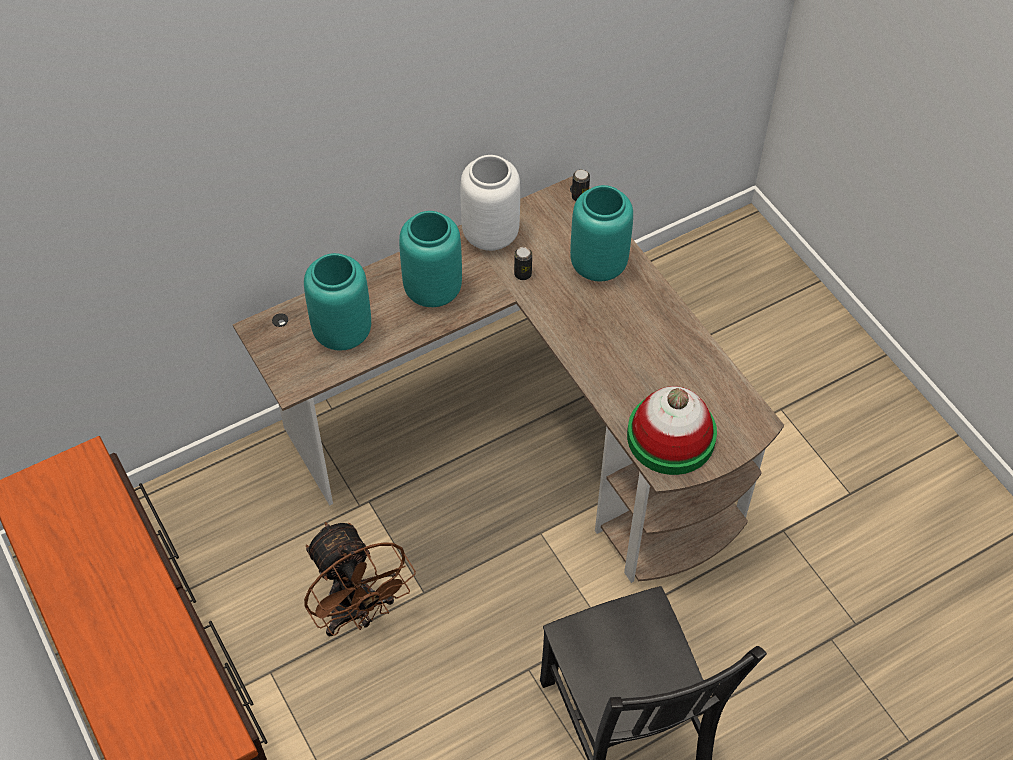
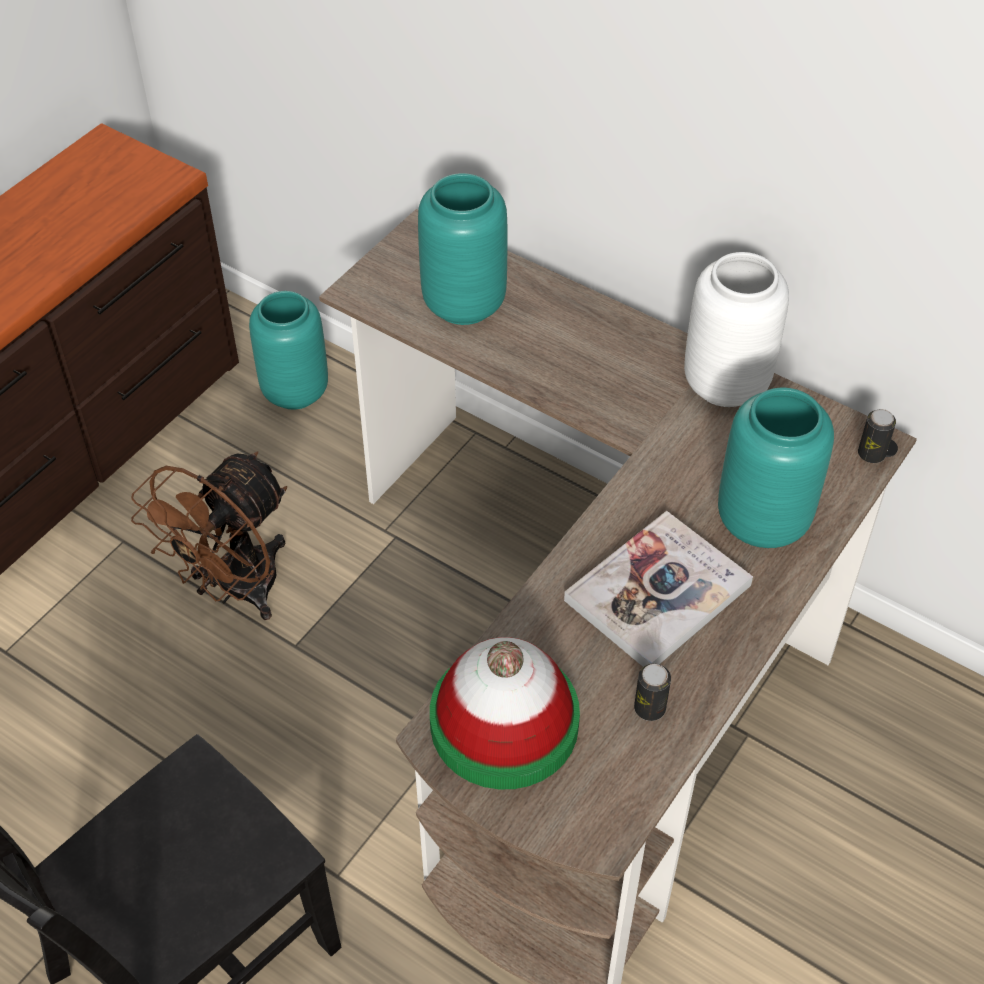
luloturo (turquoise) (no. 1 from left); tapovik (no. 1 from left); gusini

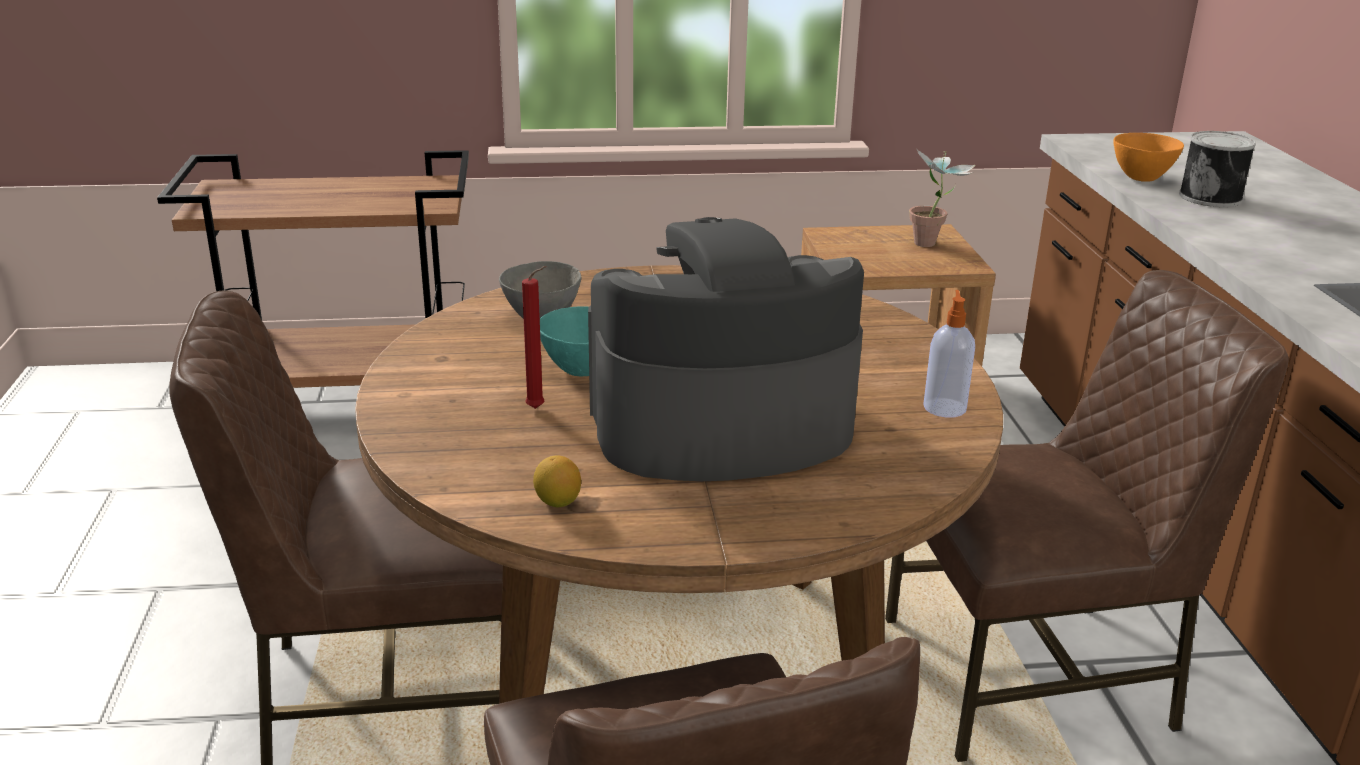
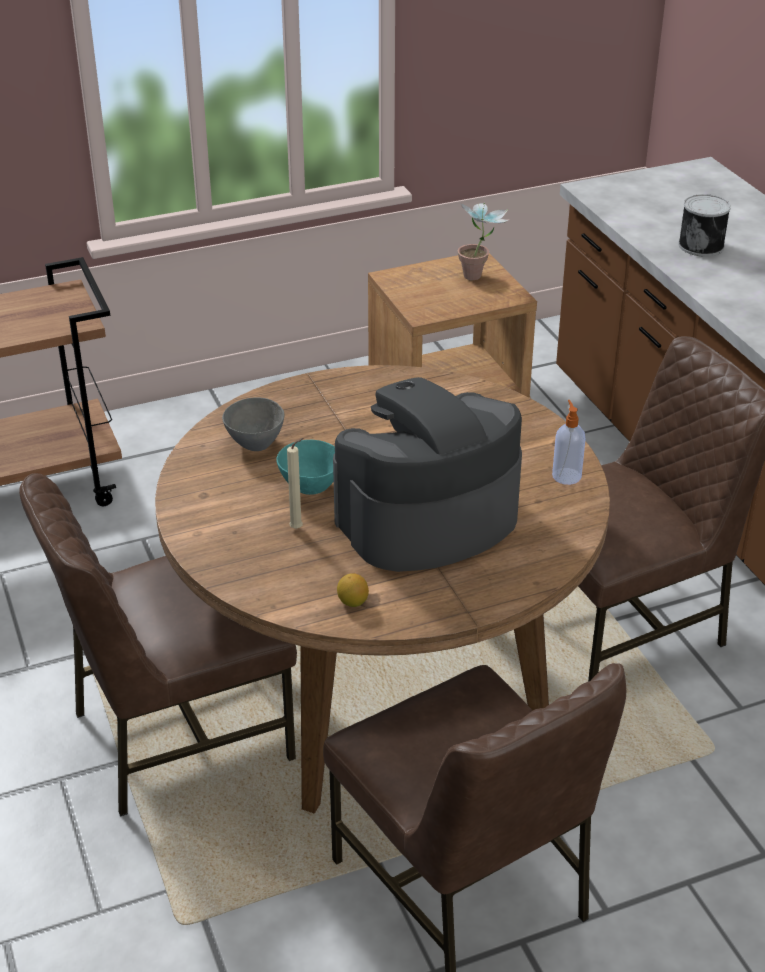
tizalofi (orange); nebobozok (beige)

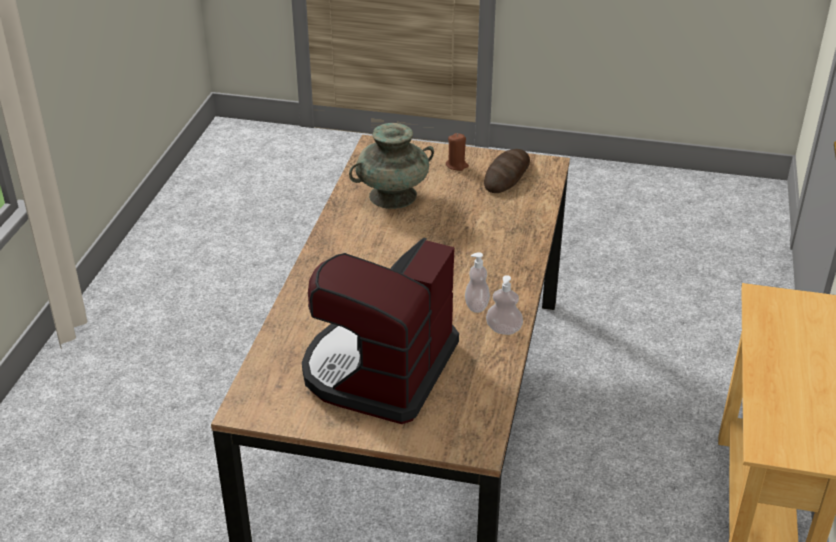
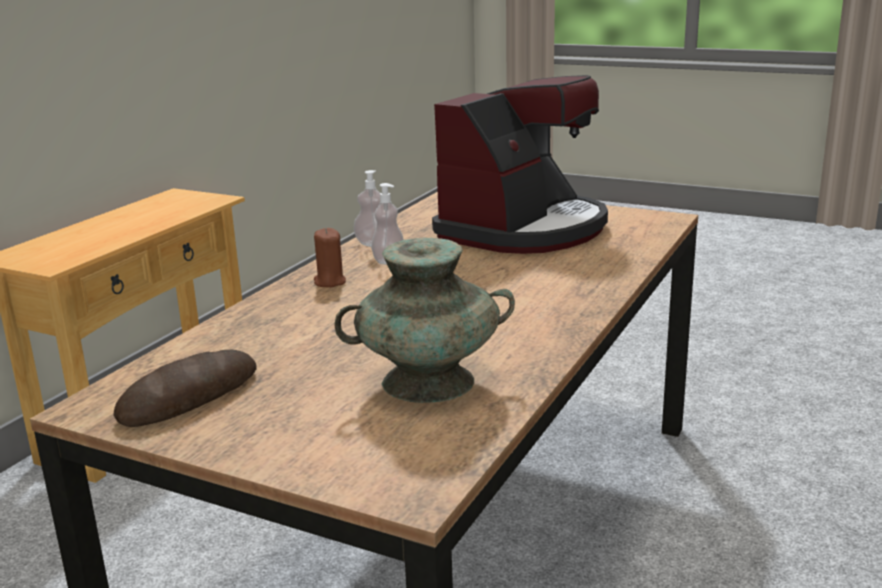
nebobozok (brown)

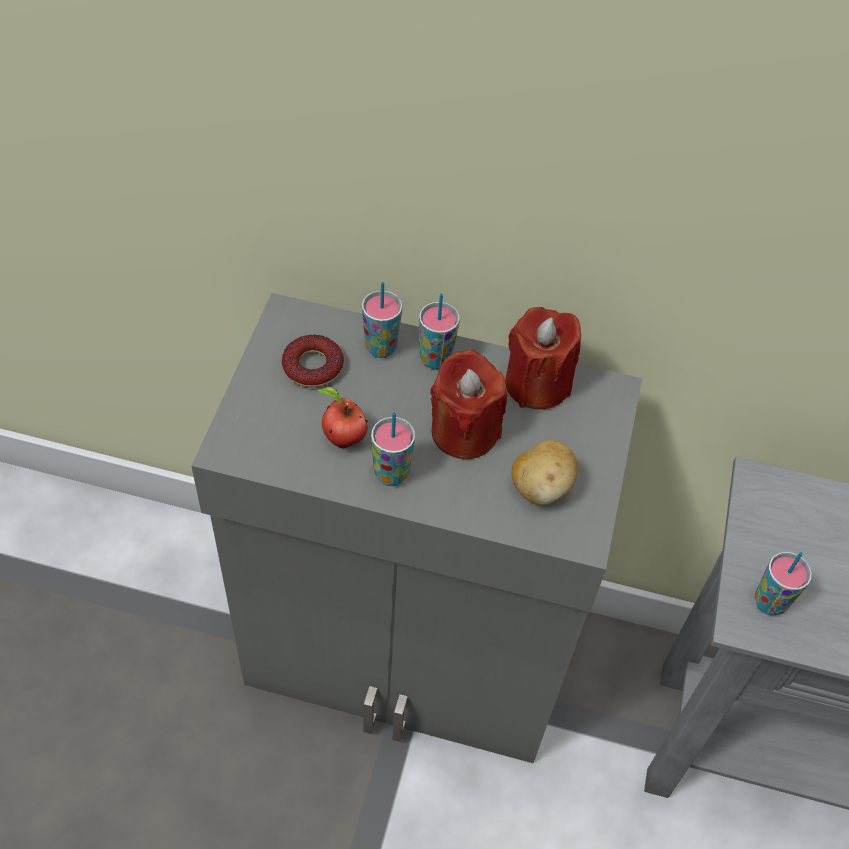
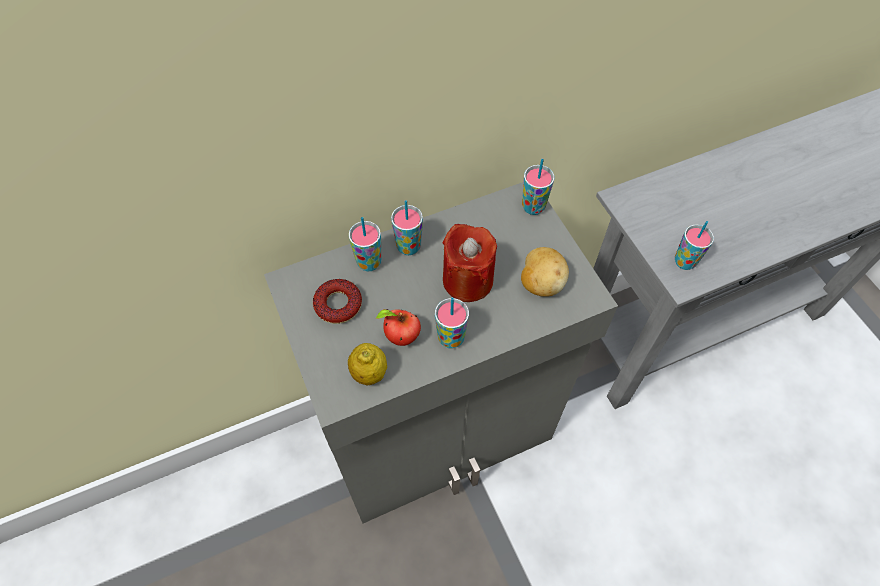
nebobozok (red) (no. 2 from left in the first image); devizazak (no. 4 from left); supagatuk

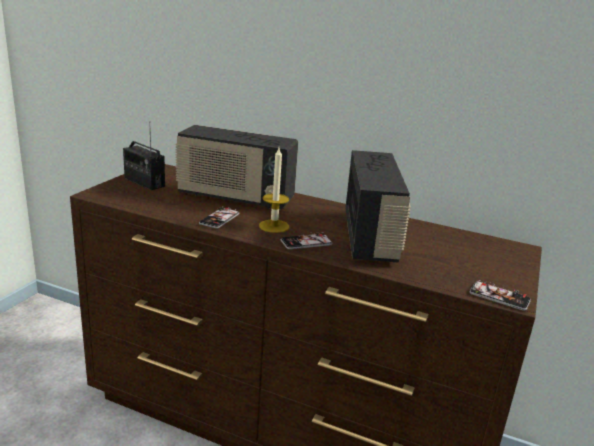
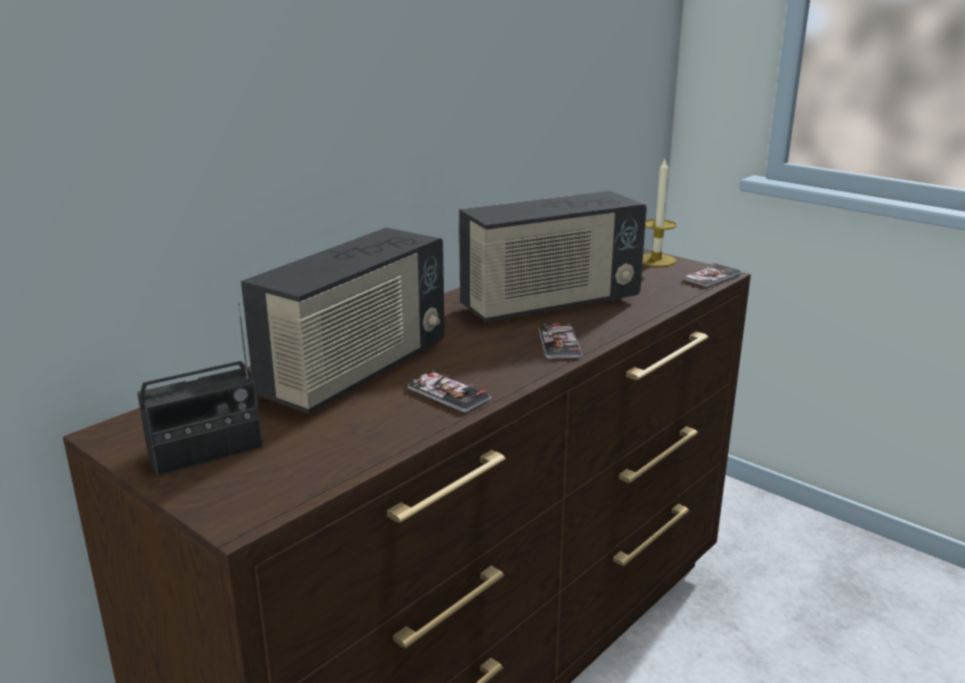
nebobozok; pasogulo (no. 3 from left)

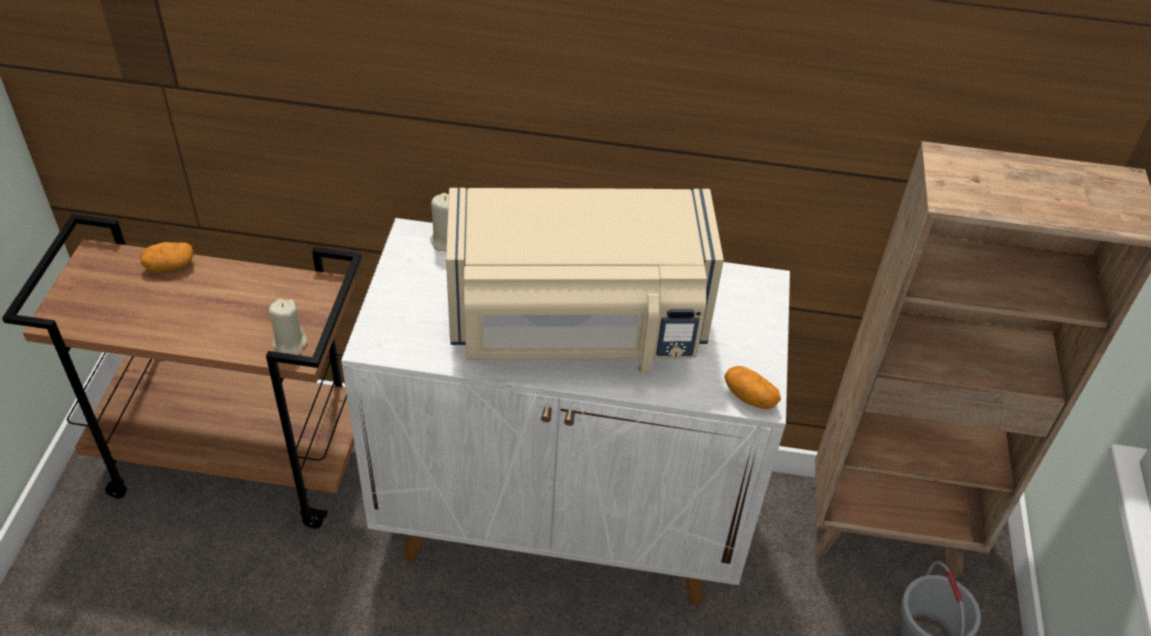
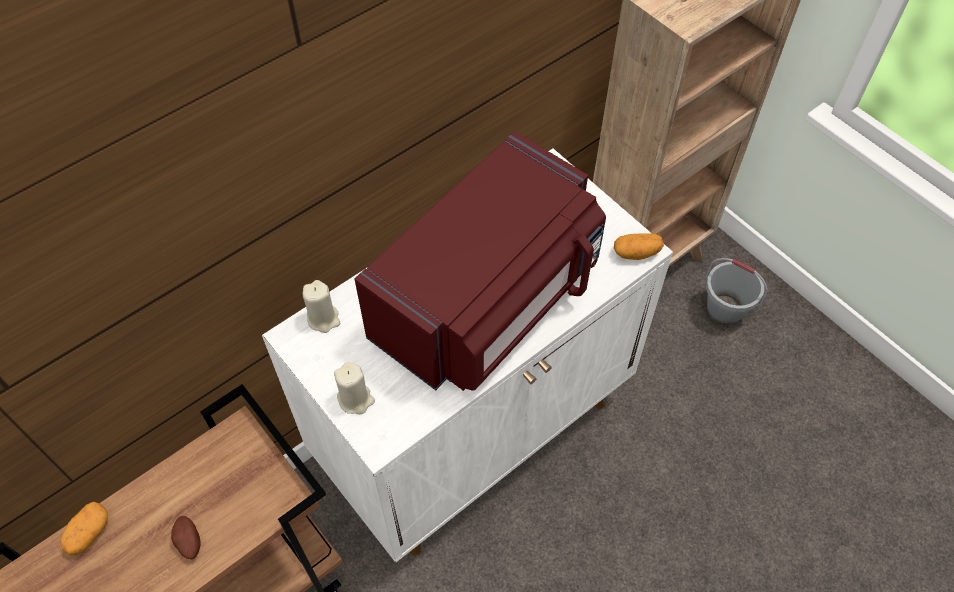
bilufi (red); nebobozok (beige) (no. 2 from left); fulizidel (no. 2 from left)

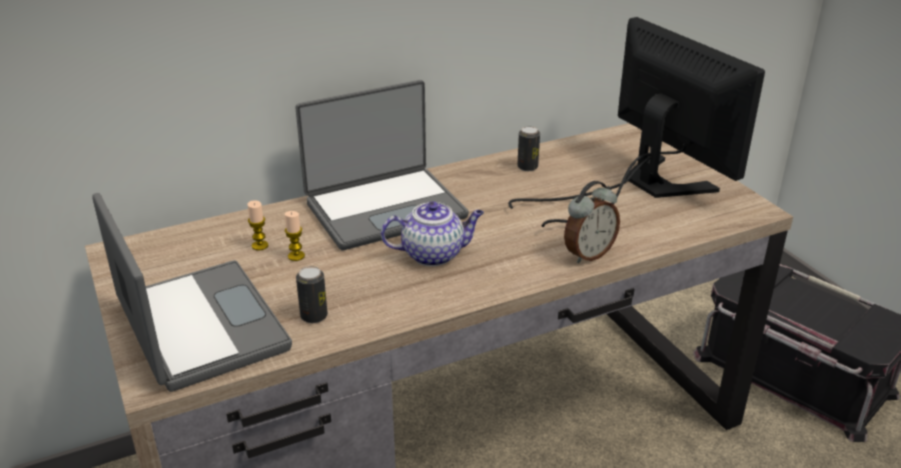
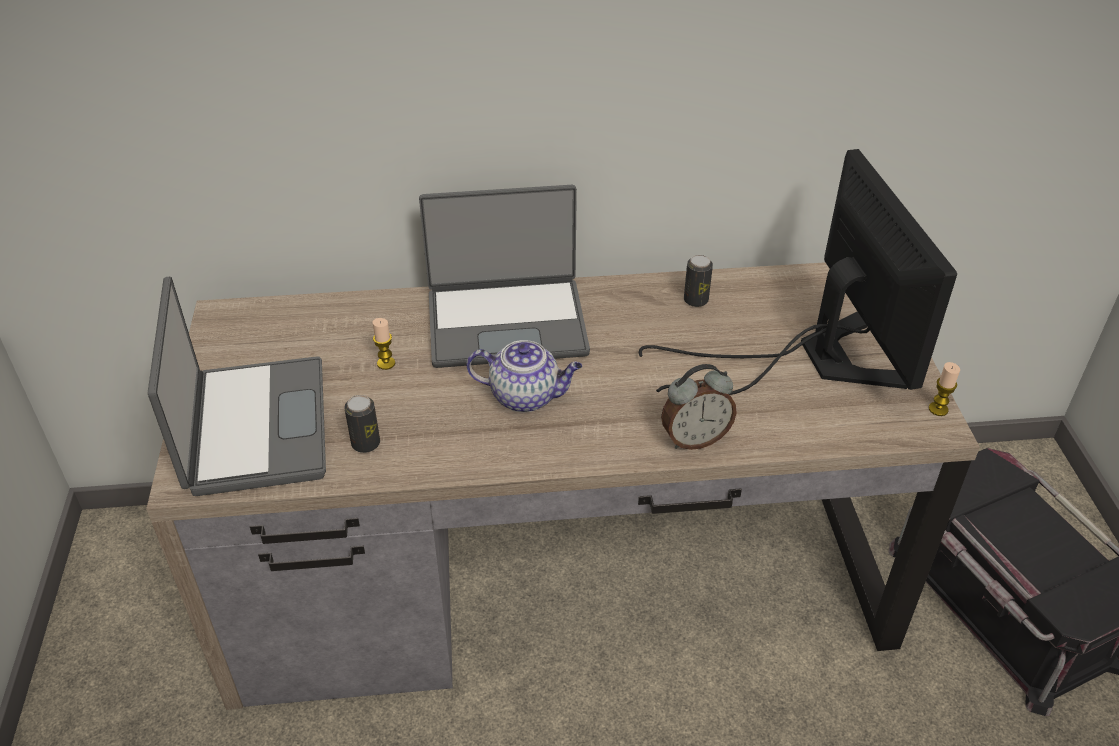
nebobozok (no. 2 from left)

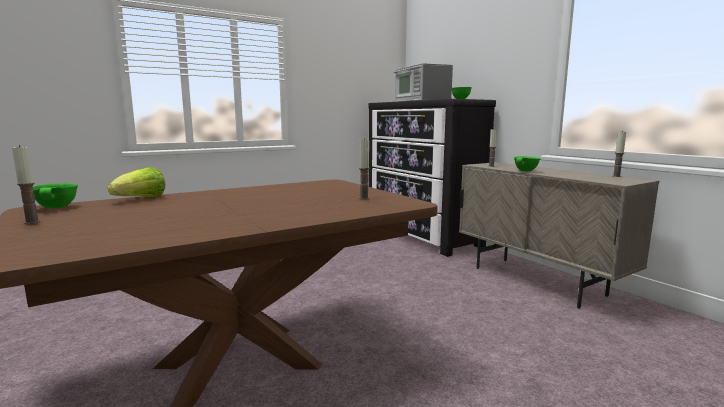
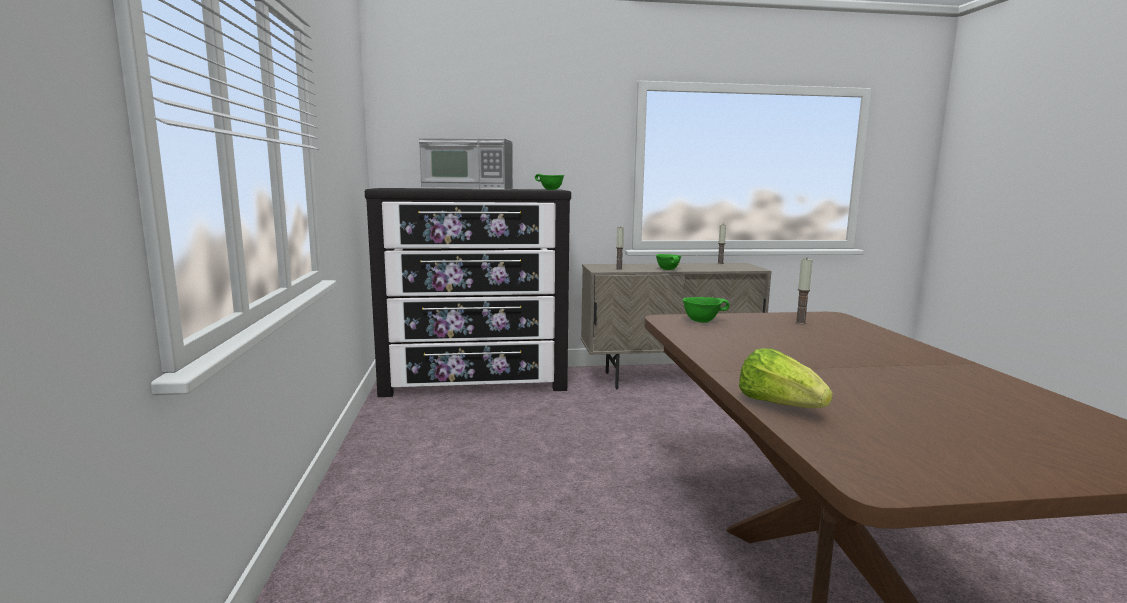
nebobozok (no. 1 from left in the first image); tizalofi (green) (no. 3 from left)

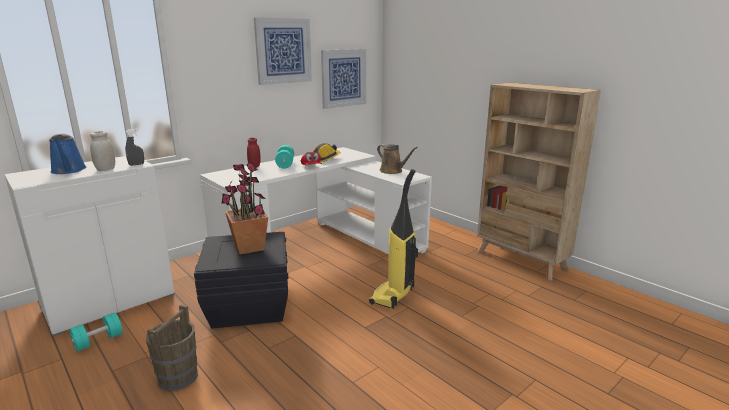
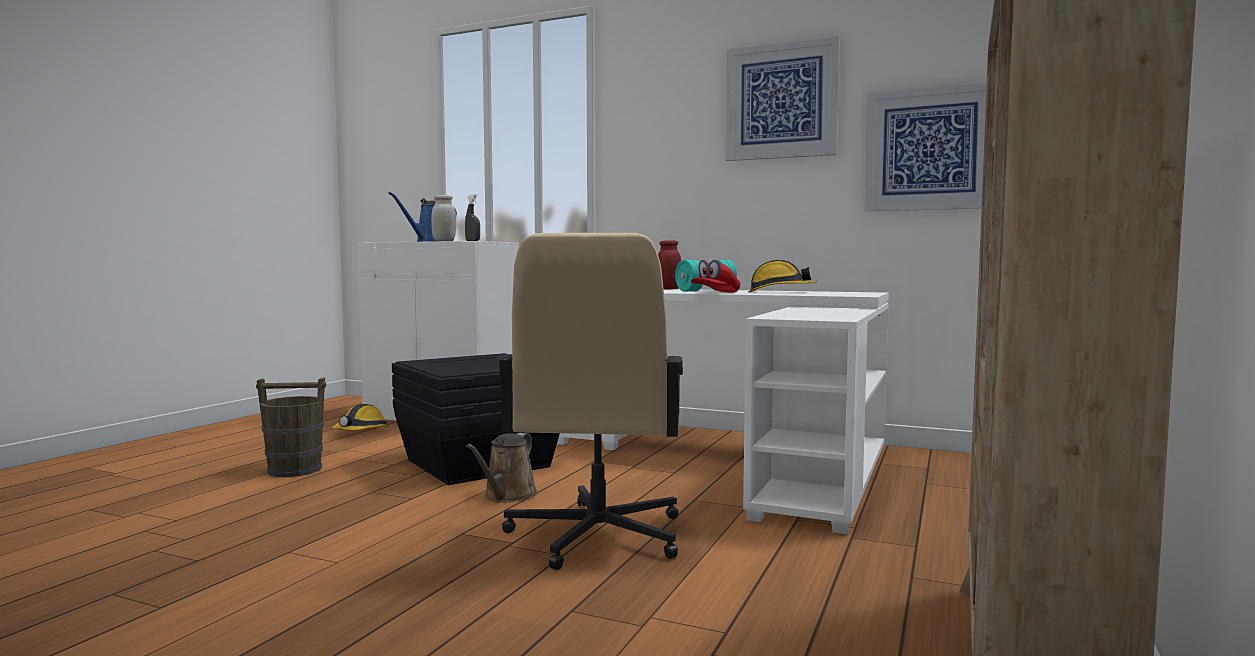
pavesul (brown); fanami; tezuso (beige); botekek (no. 1 from left)

